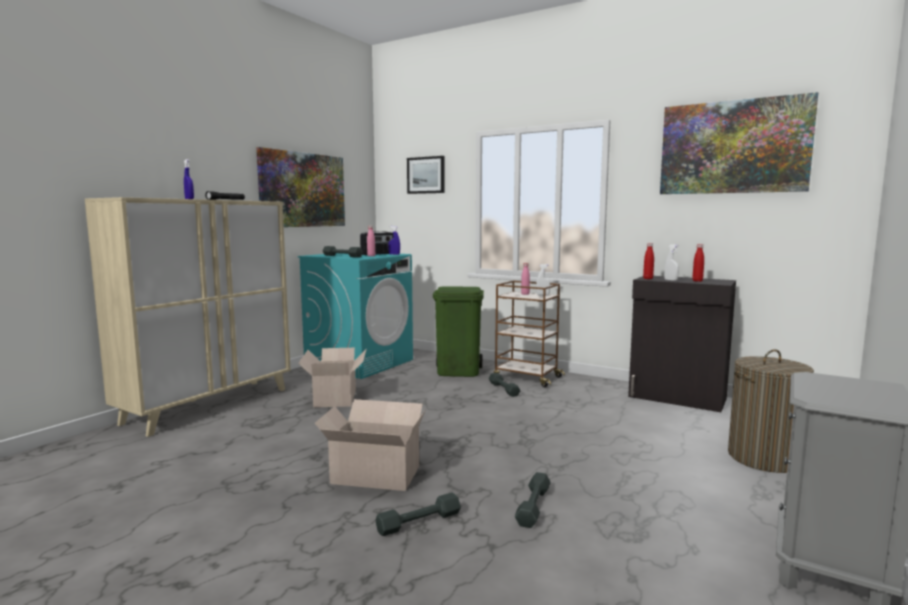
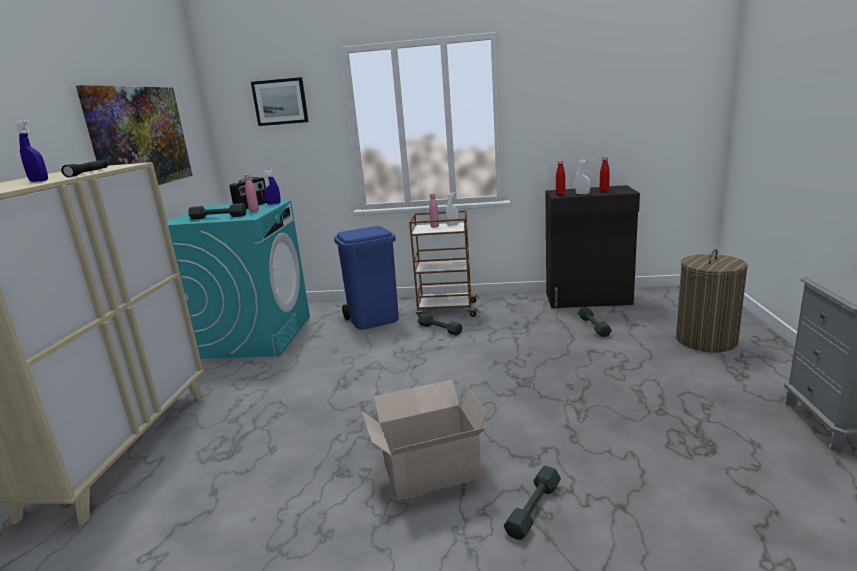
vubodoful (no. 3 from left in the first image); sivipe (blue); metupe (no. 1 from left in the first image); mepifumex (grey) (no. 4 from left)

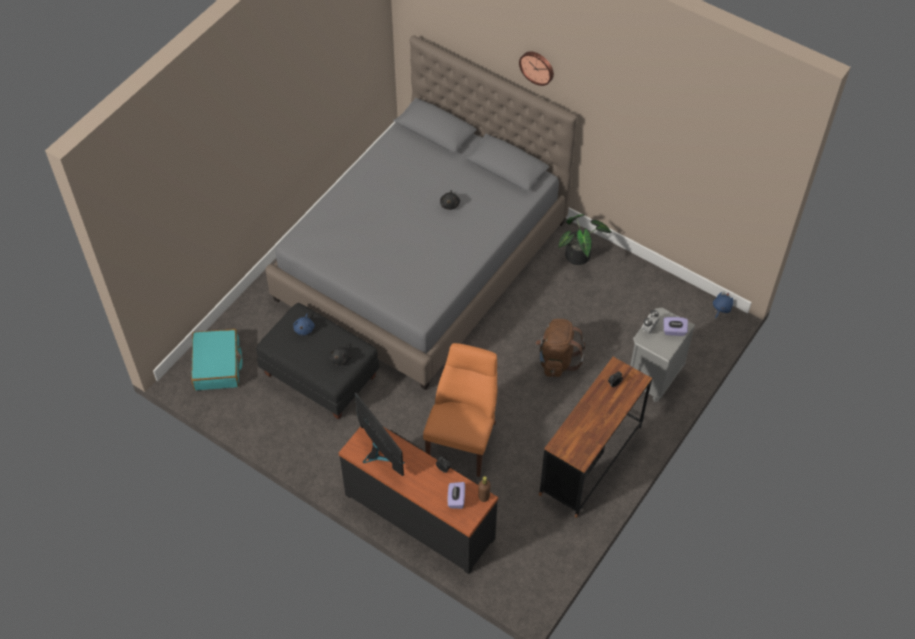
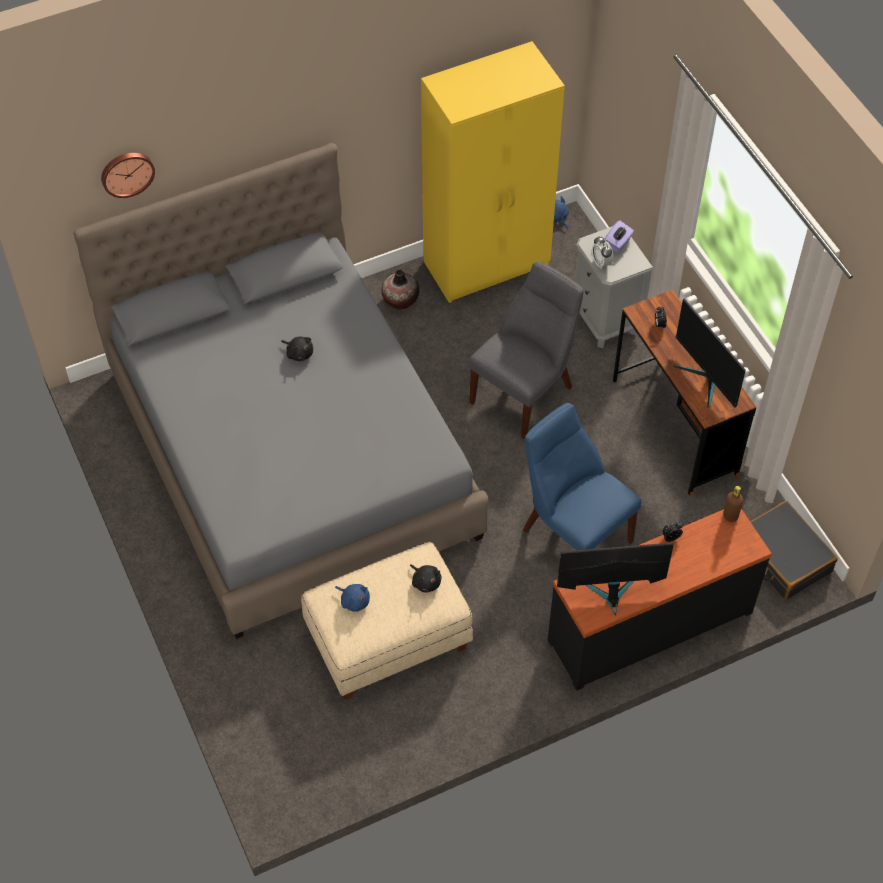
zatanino; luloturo; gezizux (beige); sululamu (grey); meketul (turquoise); sululamu (blue); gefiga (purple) (no. 1 from left in the first image); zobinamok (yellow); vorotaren (no. 2 from left); meketul (black)

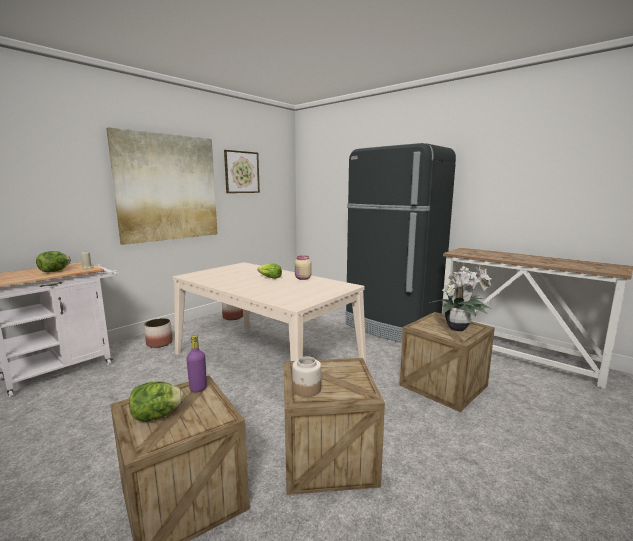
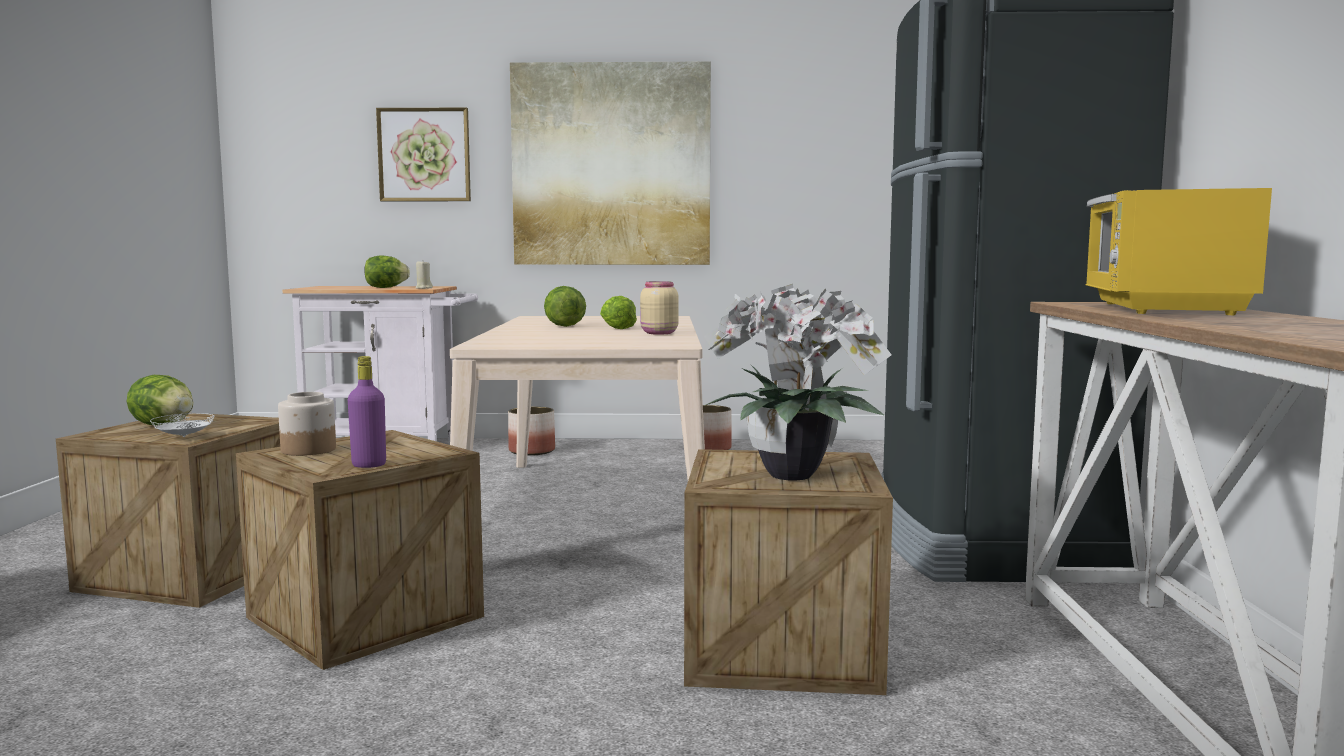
vubodoful (no. 1 from left); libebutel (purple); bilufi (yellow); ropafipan (no. 3 from left); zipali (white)

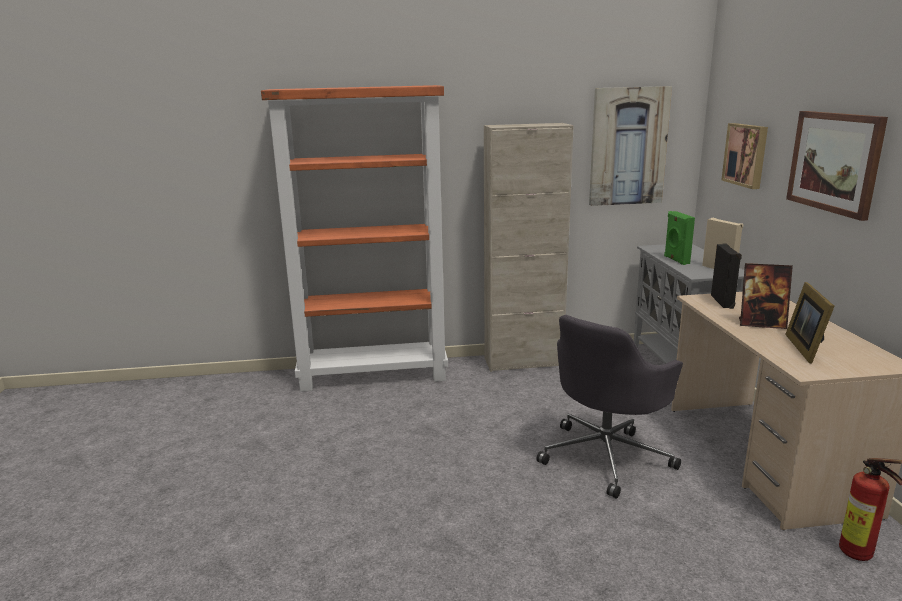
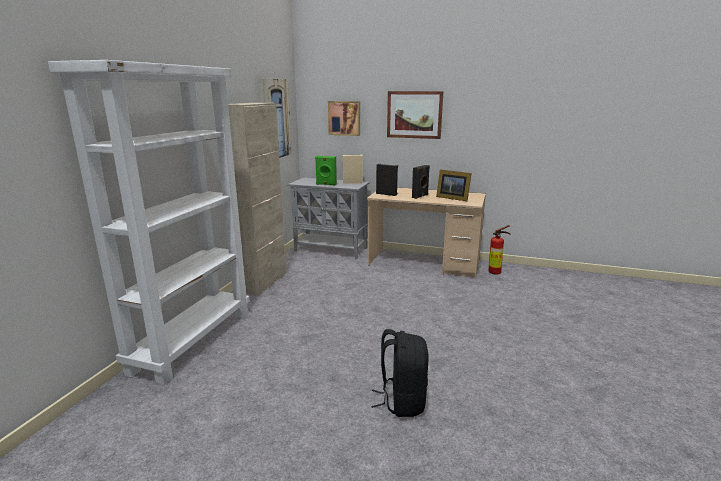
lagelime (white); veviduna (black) (no. 2 from left); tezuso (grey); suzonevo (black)

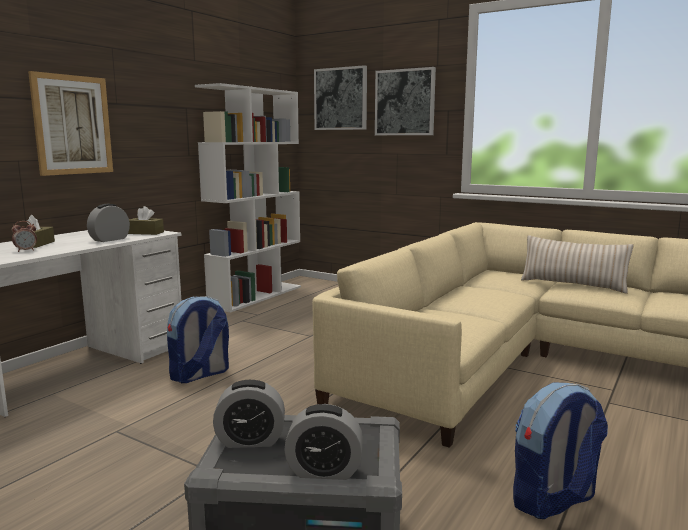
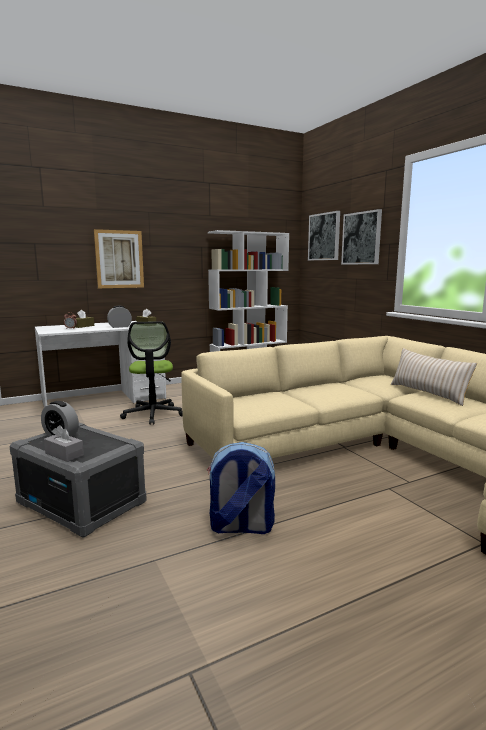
tezuso; gefiga (grey)

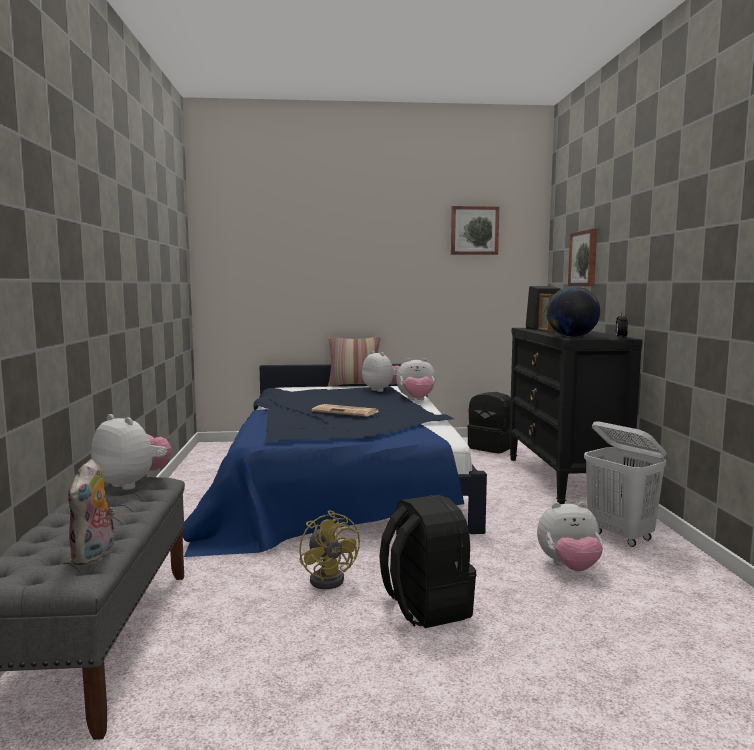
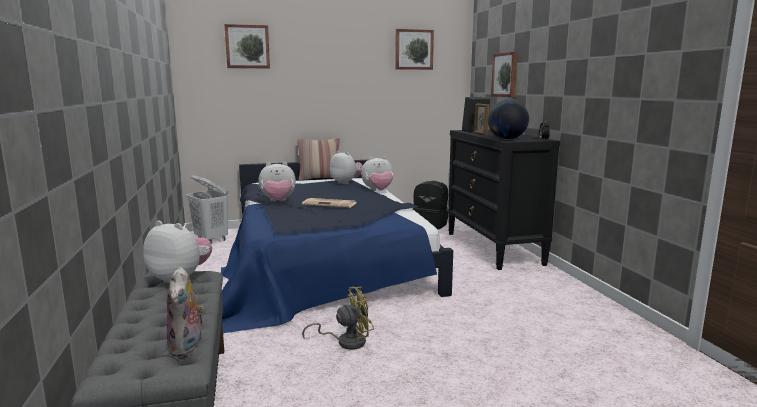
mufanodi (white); suzonevo (black) (no. 1 from left in the first image); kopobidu (no. 3 from left); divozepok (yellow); vubodoful (no. 1 from left)

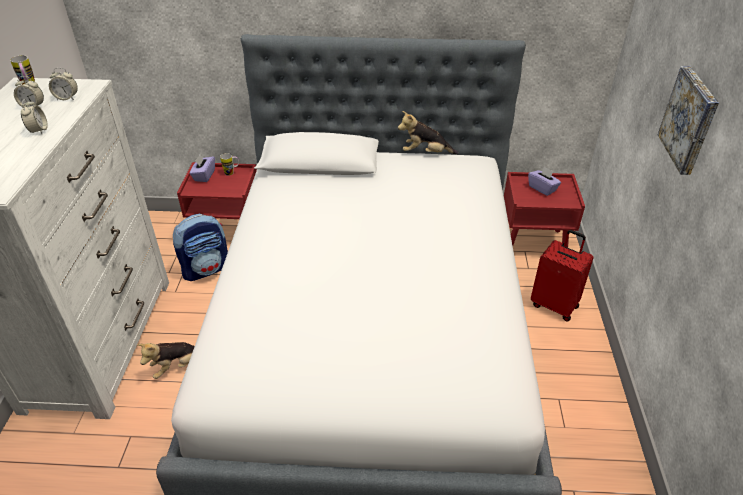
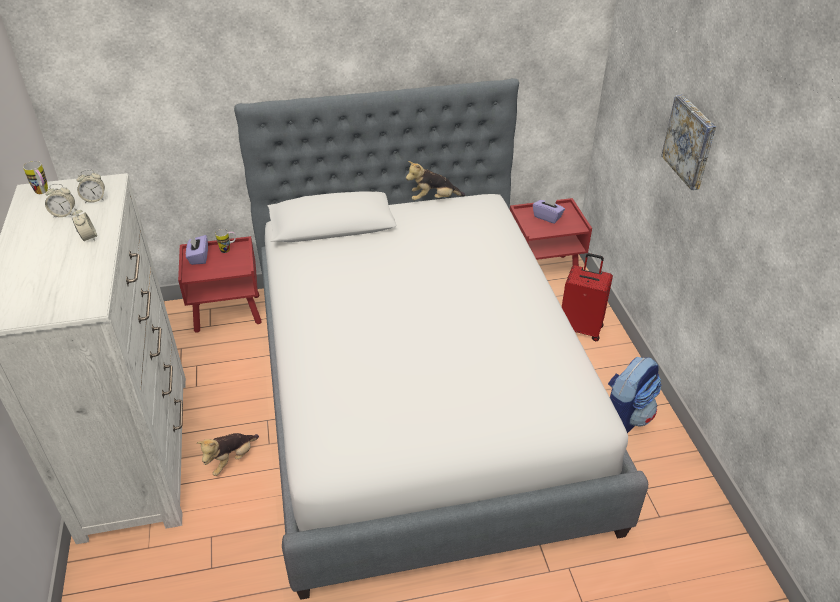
suzonevo

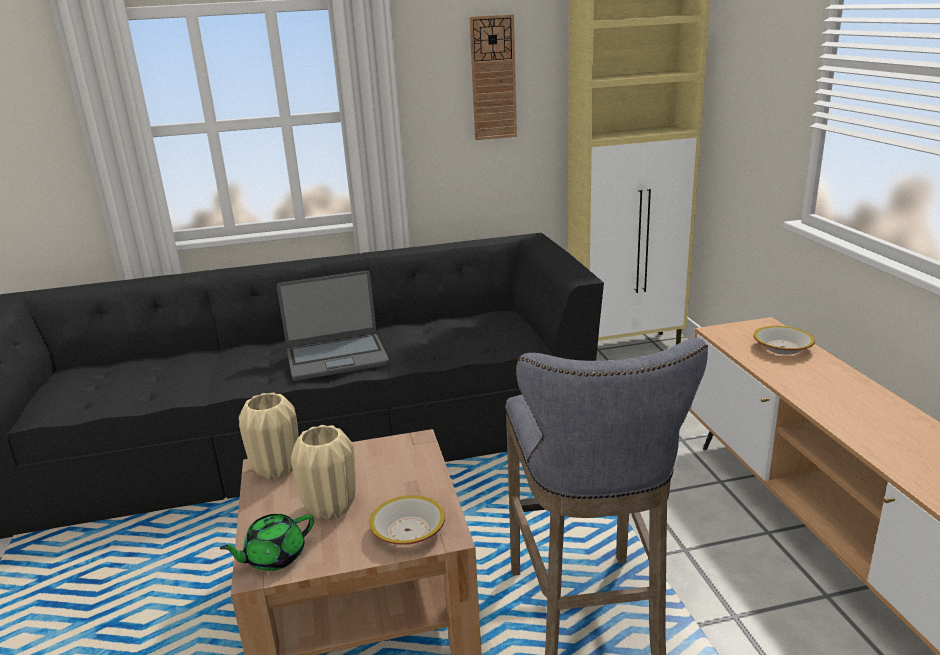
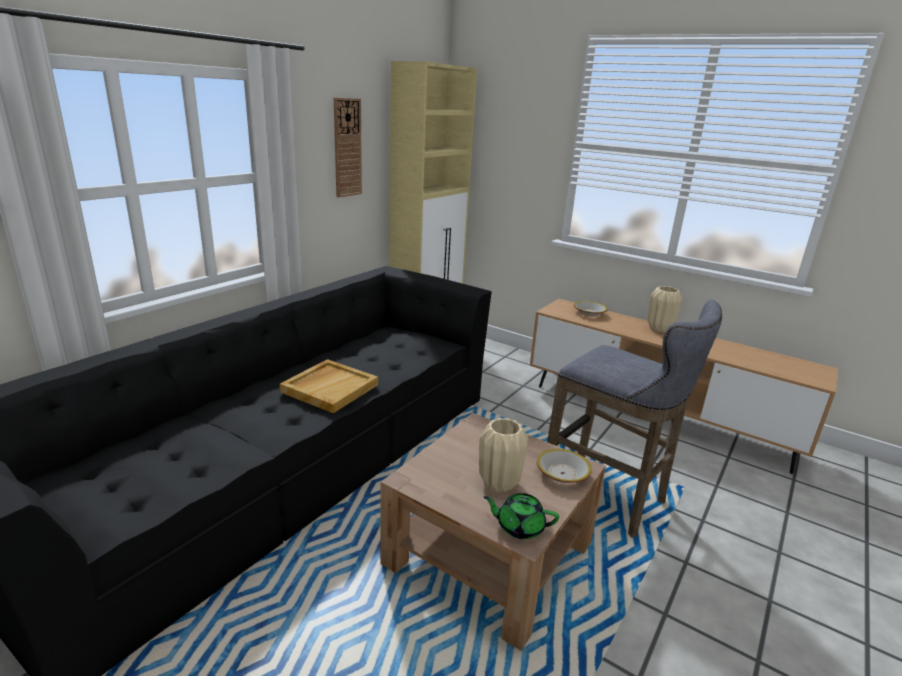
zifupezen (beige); luloturo (beige) (no. 2 from left); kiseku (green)

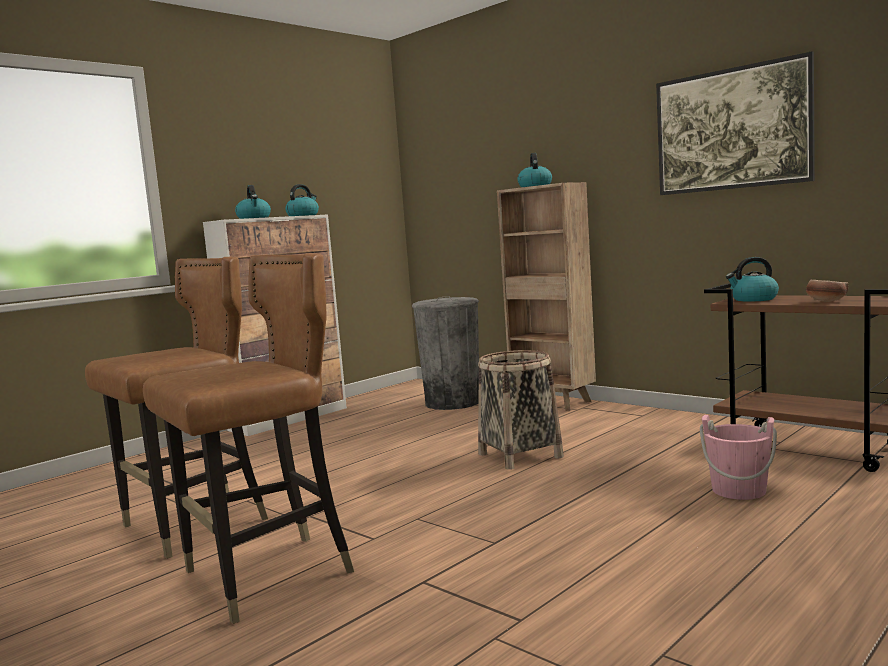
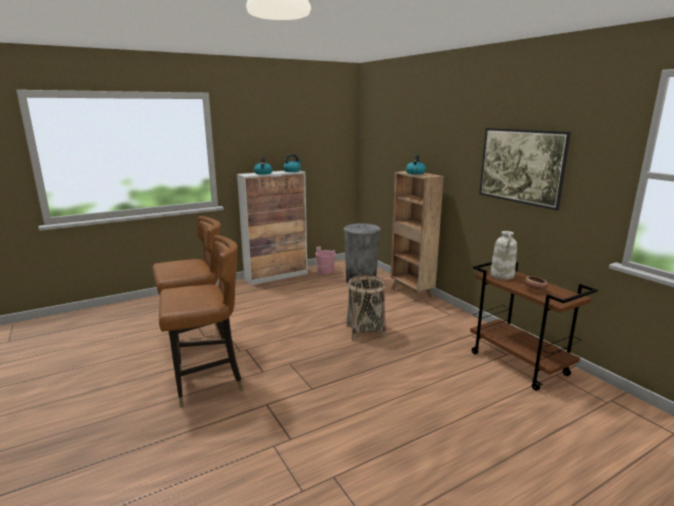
luloturo (white); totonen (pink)

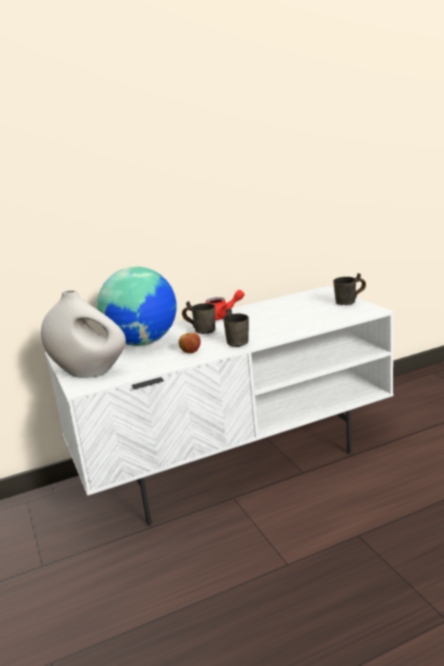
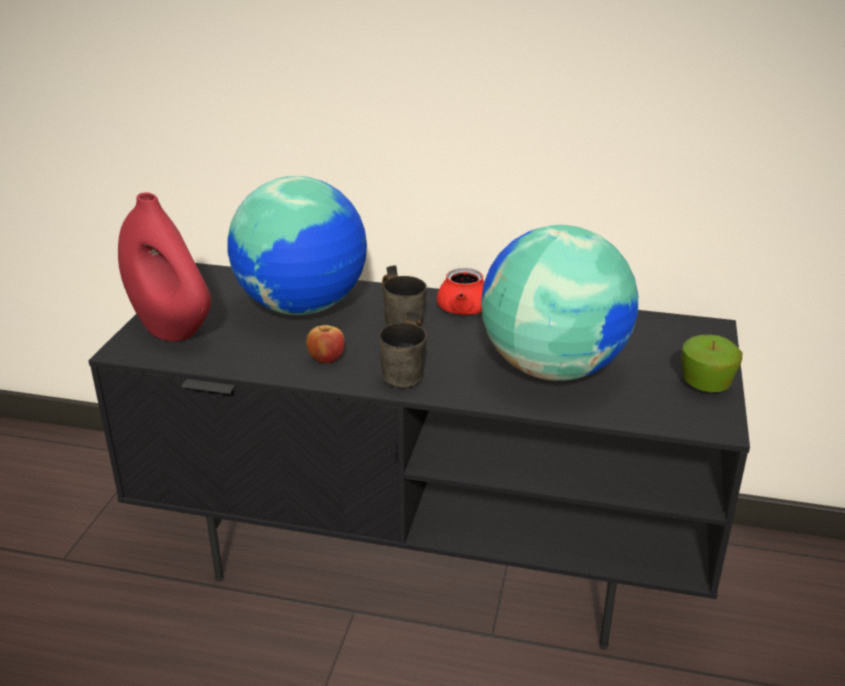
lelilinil (no. 2 from left); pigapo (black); luloturo (red); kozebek (no. 2 from left)

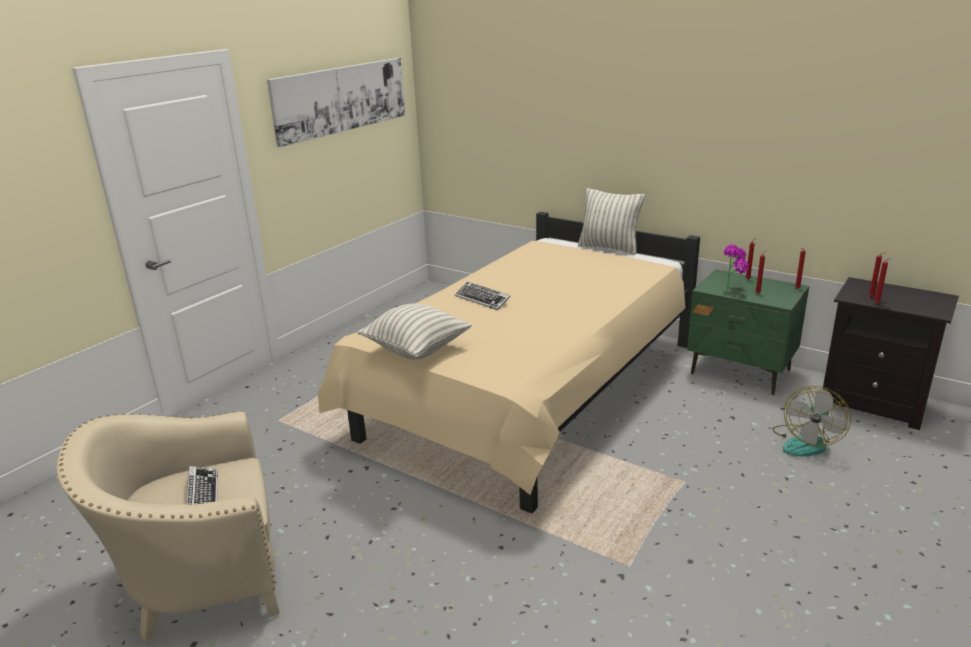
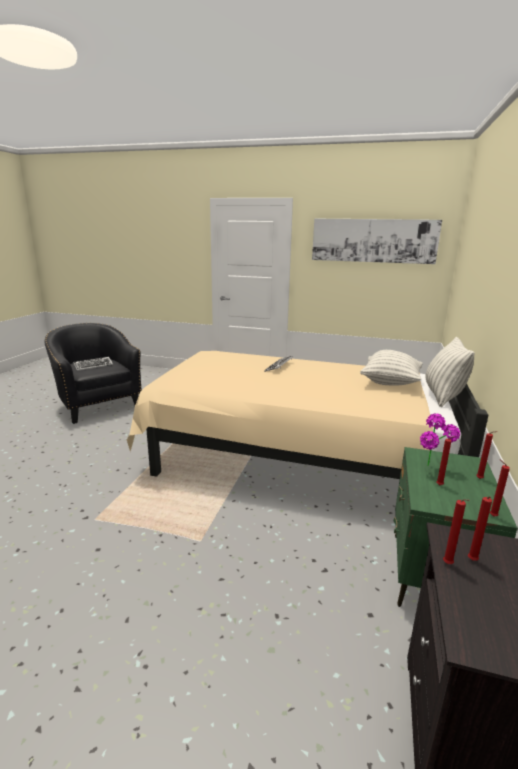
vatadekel (no. 1 from left); divozepok; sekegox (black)

